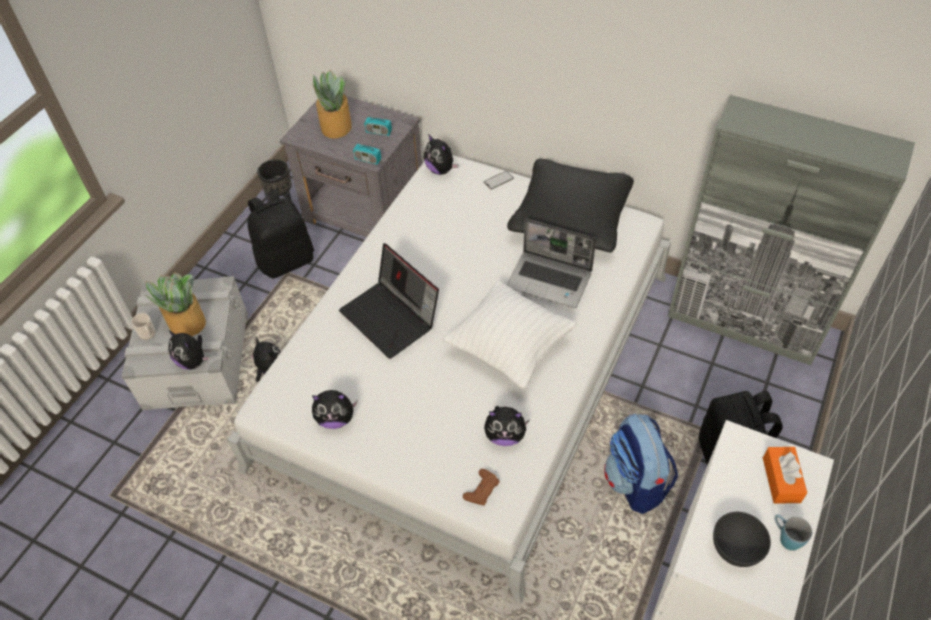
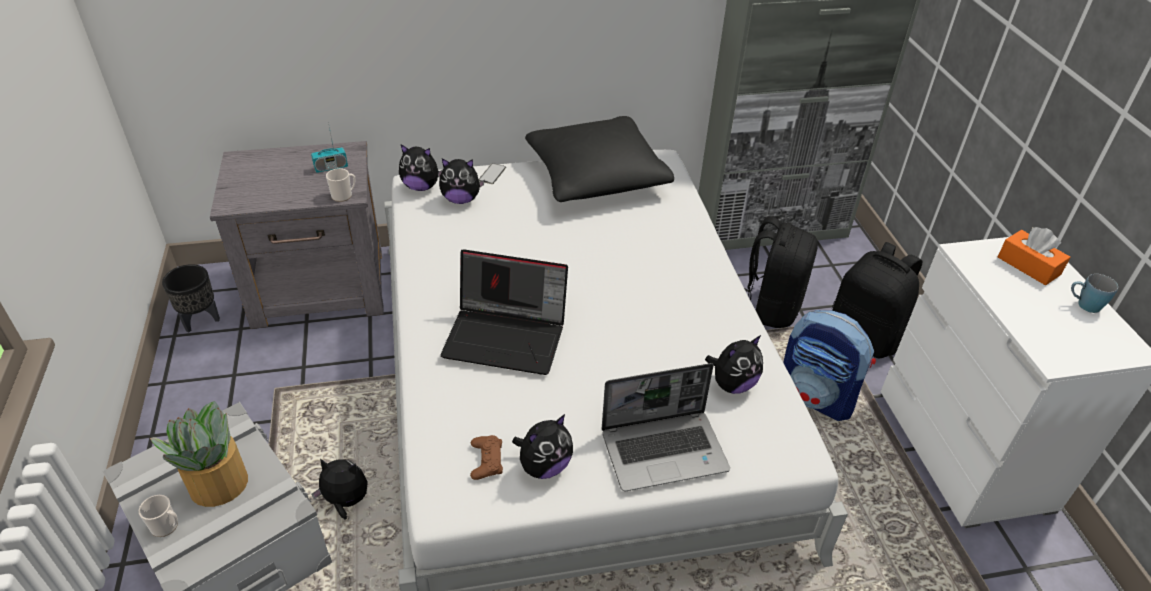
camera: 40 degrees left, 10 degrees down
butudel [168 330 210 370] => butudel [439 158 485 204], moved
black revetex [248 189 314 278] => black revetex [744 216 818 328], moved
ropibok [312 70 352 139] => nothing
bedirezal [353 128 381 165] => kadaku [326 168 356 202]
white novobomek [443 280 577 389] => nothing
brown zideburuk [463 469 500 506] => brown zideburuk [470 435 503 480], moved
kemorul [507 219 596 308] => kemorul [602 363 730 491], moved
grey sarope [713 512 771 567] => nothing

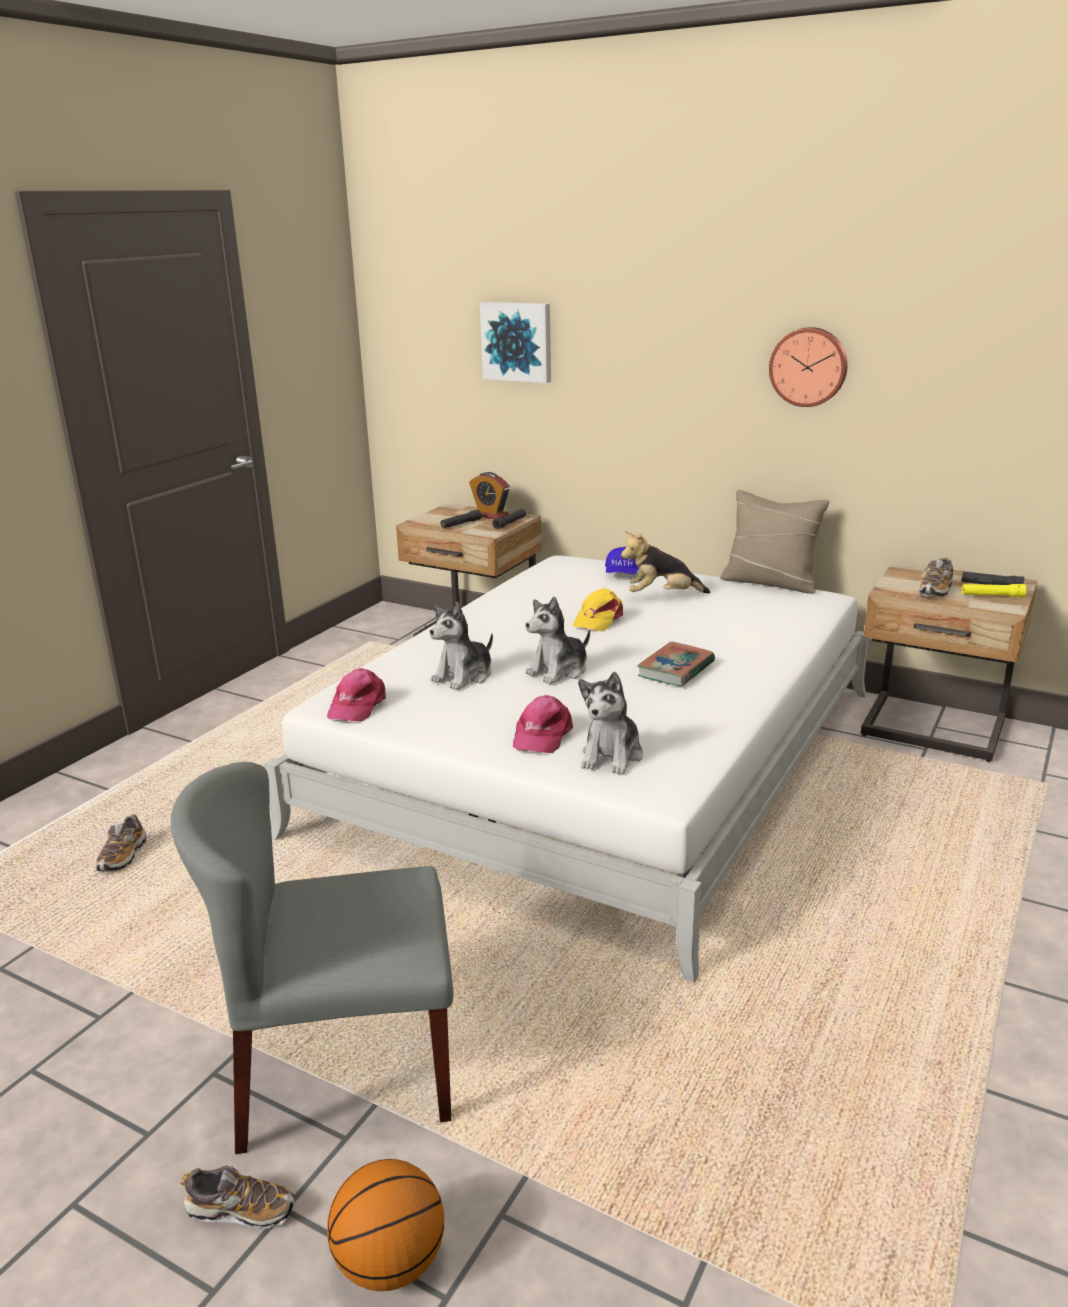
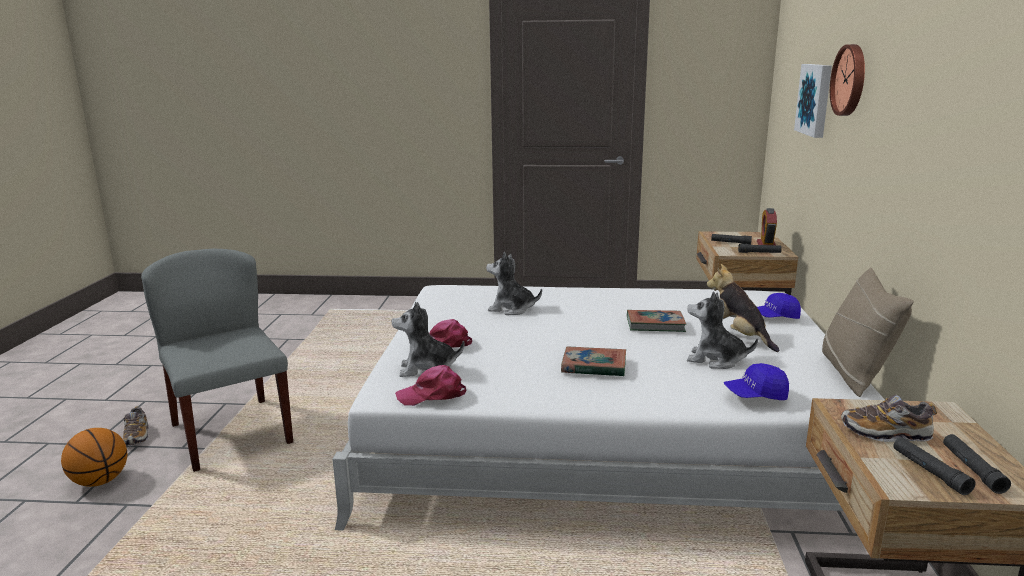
camera: 65 degrees right, 5 degrees down
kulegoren [96 814 147 873] => nothing
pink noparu [327 668 386 722] => pink noparu [395 365 467 406], moved
butudel [525 596 590 684] => butudel [687 291 758 369], moved
yellow noparu [573 588 623 631] => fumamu [627 310 686 332]
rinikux [769 327 848 407] => rinikux [830 44 865 116], moved
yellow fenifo [962 584 1026 597] => black fenifo [893 437 976 495]
nothing => blue noparu [724 363 789 400]

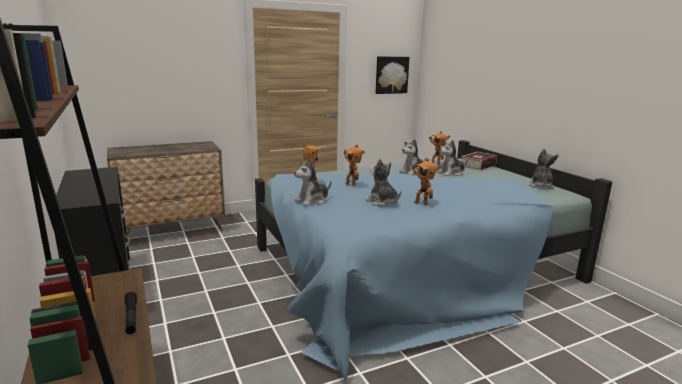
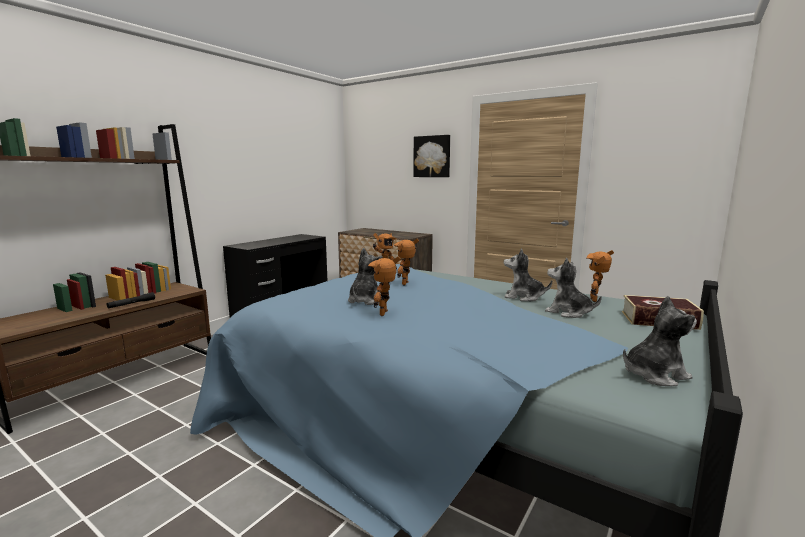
camera: 60 degrees right, 5 degrees down
butudel [294 159 332 206] => nothing
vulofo [376 56 410 94] => vulofo [413 135 450 177], moved

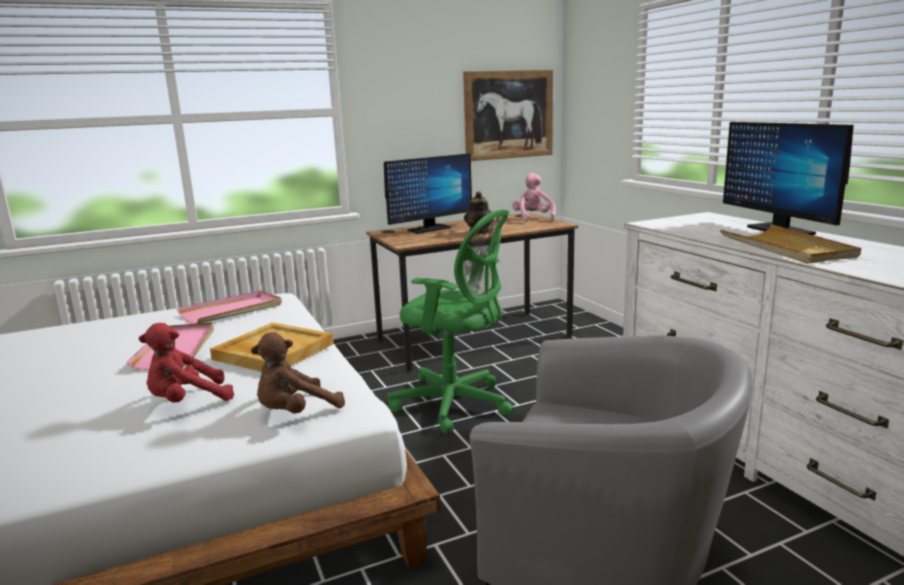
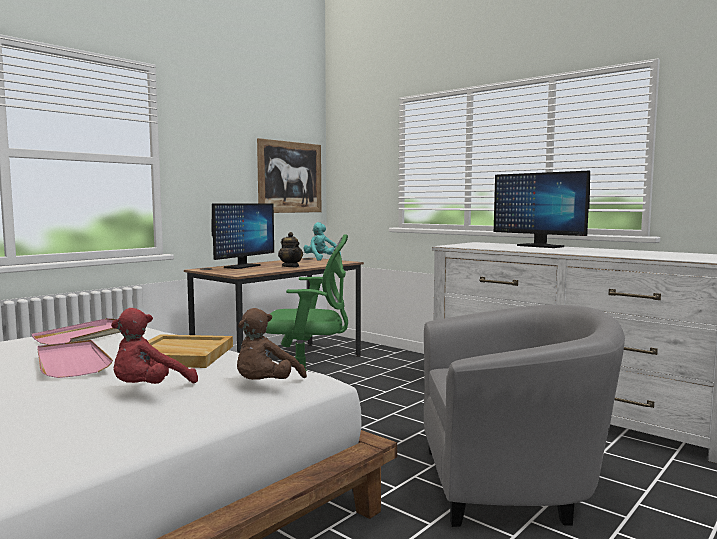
camera: 25 degrees left, 10 degrees down
pink butudel [512 173 556 222] => turquoise butudel [303 222 341 261]
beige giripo [720 224 861 264] => nothing

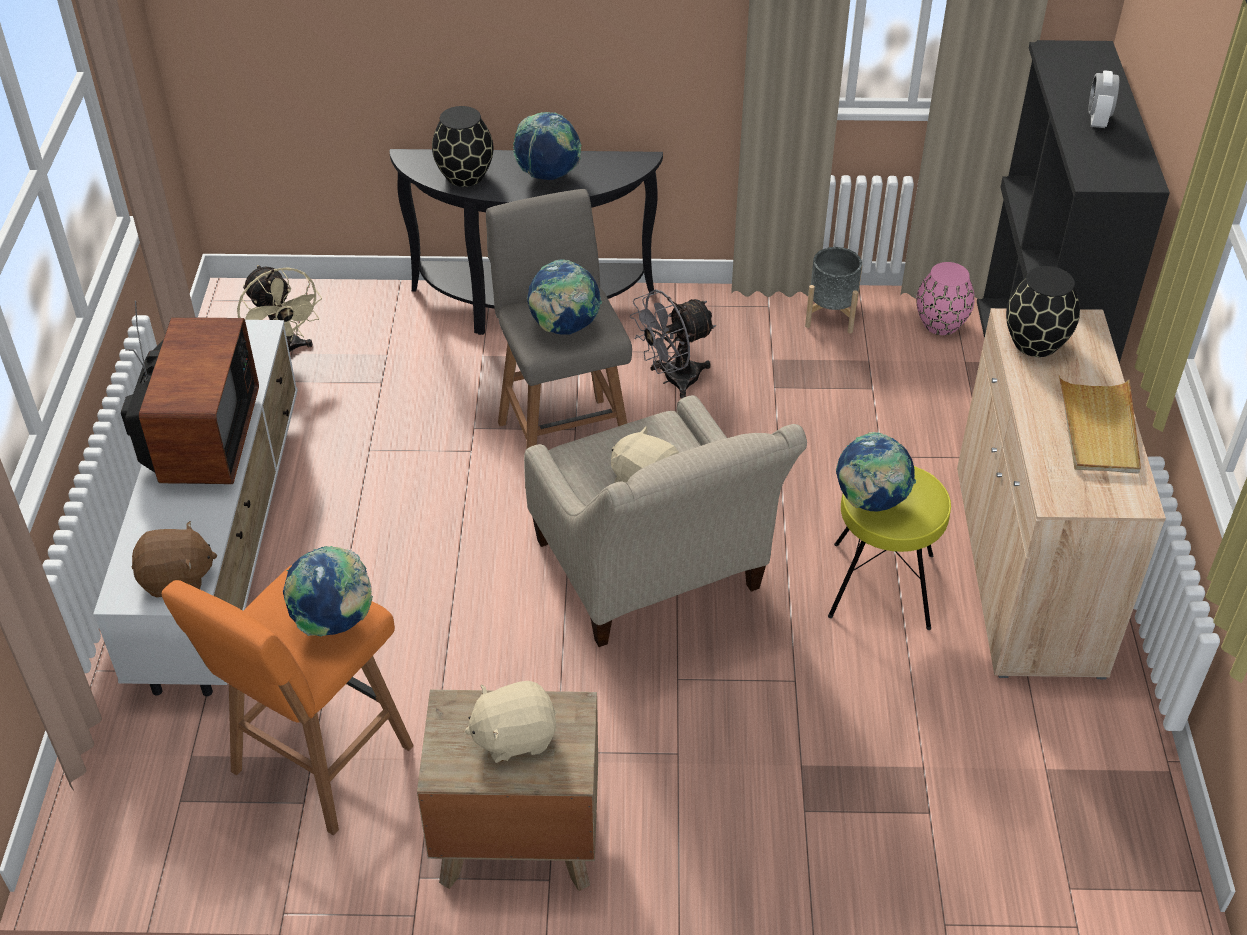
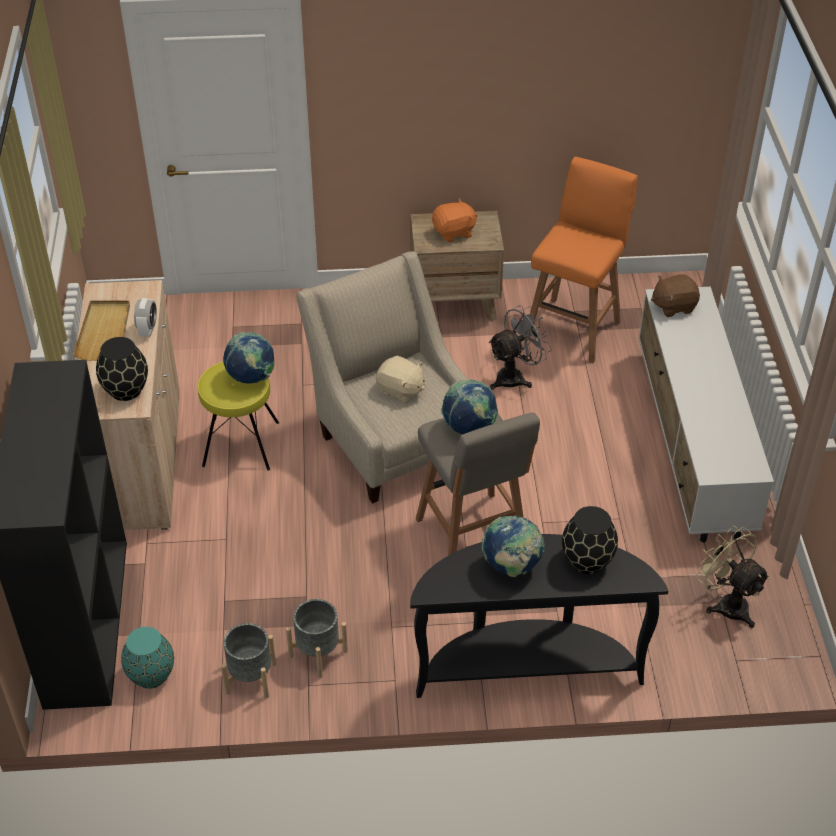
camera: 175 degrees right, 0 degrees up
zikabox [121 301 259 484] => nothing
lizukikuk [283 546 373 637] => nothing
beige butudel [465 681 556 763] => orange butudel [432 198 478 243]
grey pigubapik [630 289 716 399] => grey pigubapik [488 305 552 390], moved
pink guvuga [916 262 975 335] => turquoise guvuga [121 627 174 689]
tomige [1089 70 1119 128] => tomige [134 298 157 337], moved
nothing => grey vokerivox [286 599 348 678]

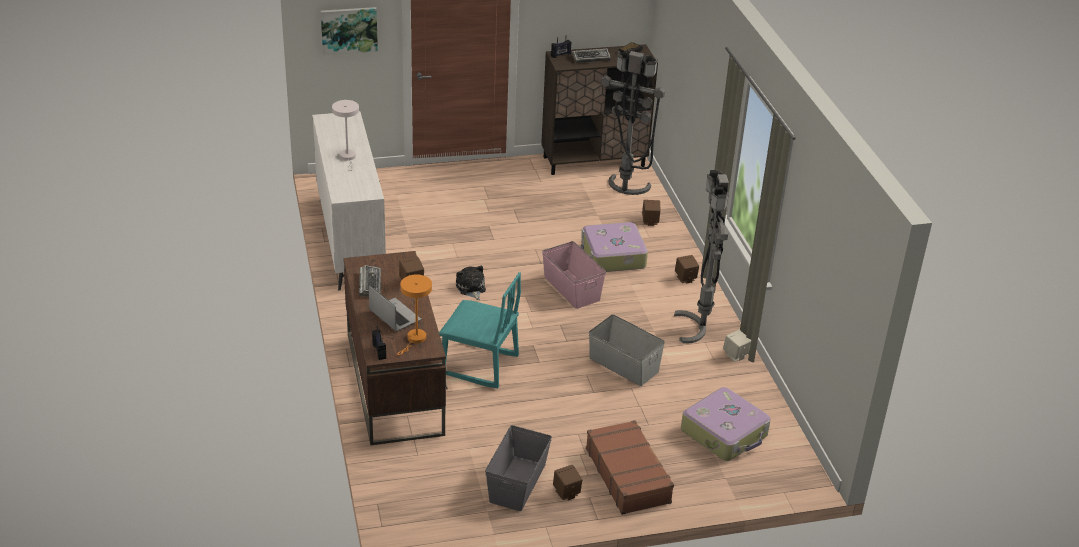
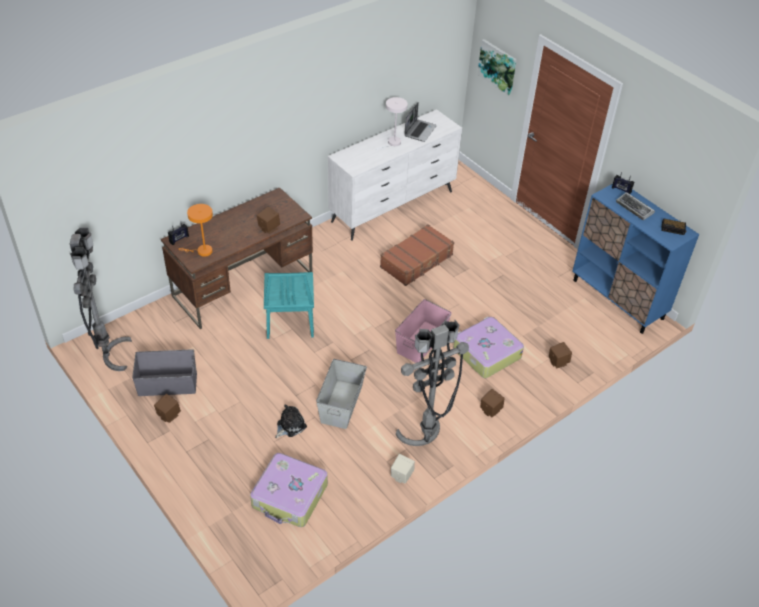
camera: 65 degrees right, 10 degrees up
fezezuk [359 265 381 297] => nothing
kemorul [368 285 421 332] => kemorul [404 102 437 142], moved
butudel [456 266 486 300] => butudel [275 404 307 438], moved
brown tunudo [541 44 658 175] => blue tunudo [572 184 699 334]
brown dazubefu [586 420 674 515] => brown dazubefu [380 224 454 286], moved
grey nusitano [601 50 665 195] => grey nusitano [70 228 132 371], moved

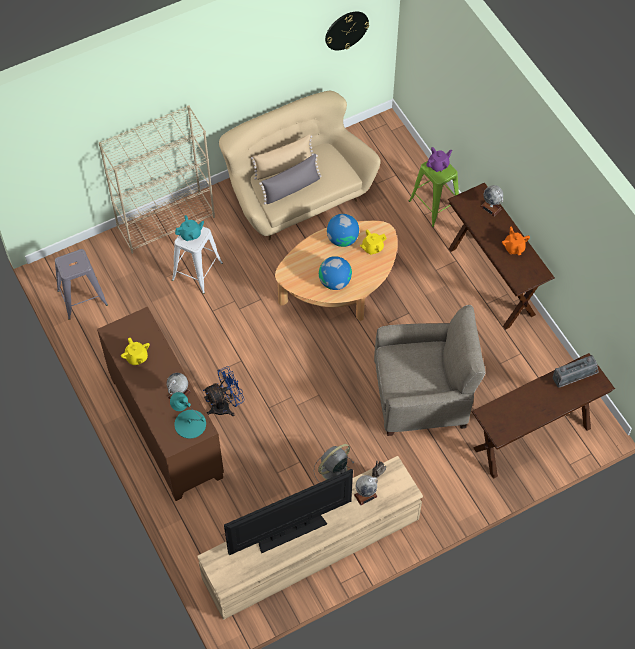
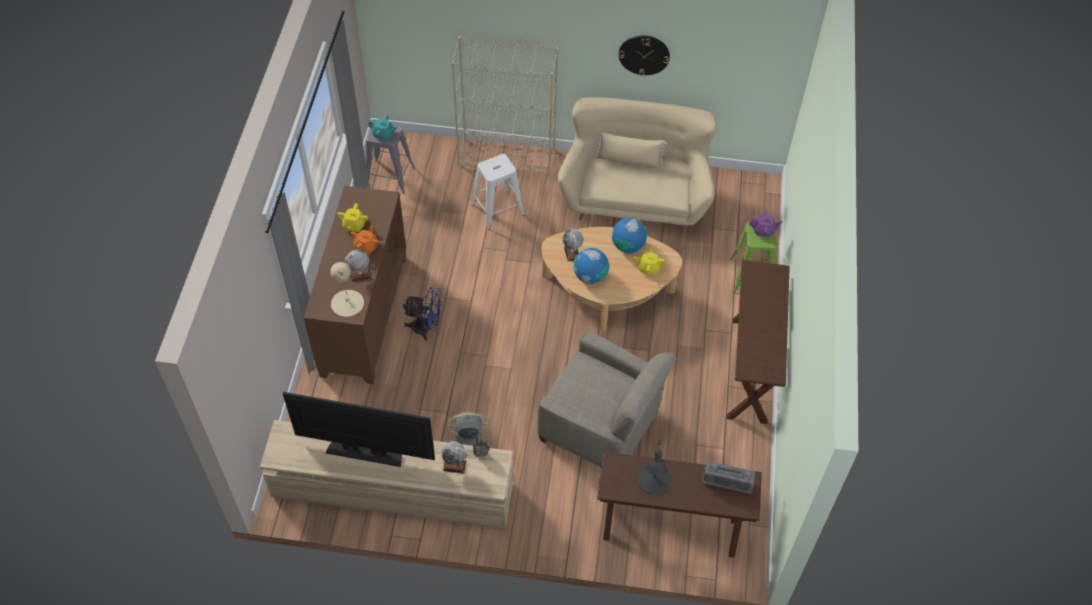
camera: 35 degrees right, 5 degrees down
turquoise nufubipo [170 392 206 439] => beige nufubipo [330 262 364 317]
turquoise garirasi [175 215 204 241] => turquoise garirasi [368 115 397 141], moved
grey novobomek [259 154 322 204] => nothing
rinikux [325 11 369 50] => rinikux [619 35 670 76], moved
lizukikuk [480 185 503 216] => lizukikuk [563 229 583 262], moved
orange garirasi [502 226 530 255] => orange garirasi [350 224 379 255], moved
nothing => black nufubipo [636 440 672 495]

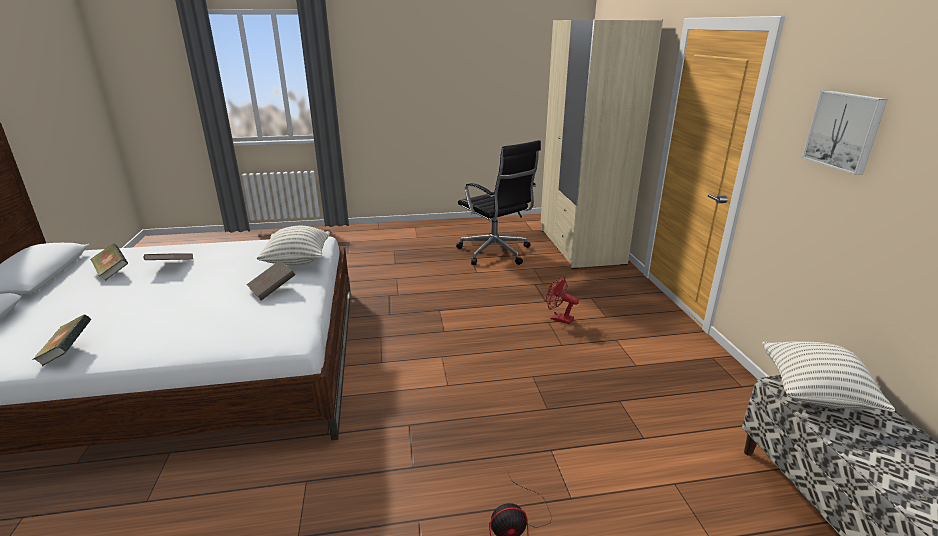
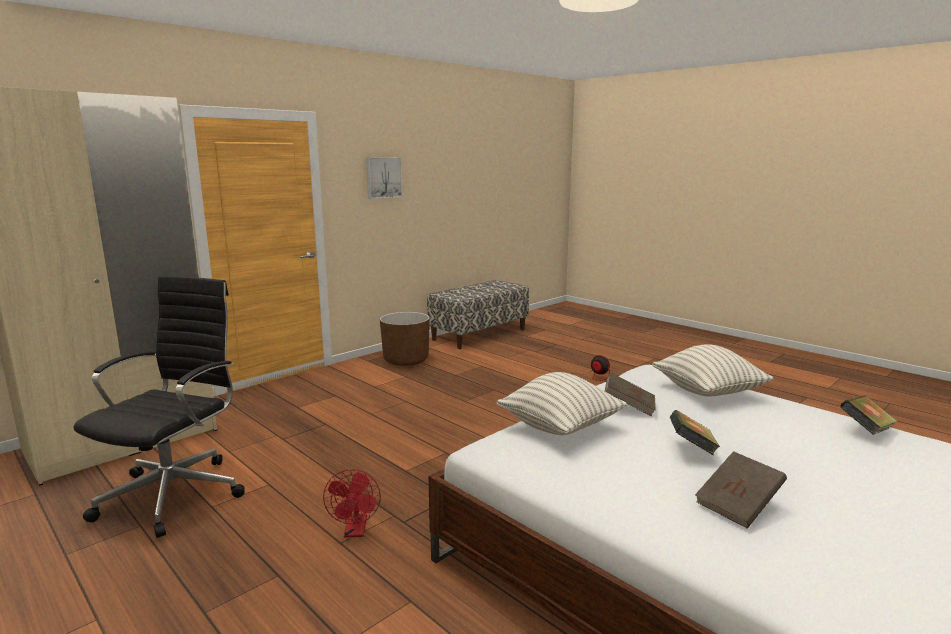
camera: 125 degrees left, 10 degrees down
fumamu [90 244 128 280] => fumamu [670 410 720 455], moved
red pigubapik [546 277 579 324] => red pigubapik [323 469 381 537], moved
novobomek [762 341 895 412] => novobomek [652 344 774 396], moved
nothing => brown vokerivox [380 312 430 366]

